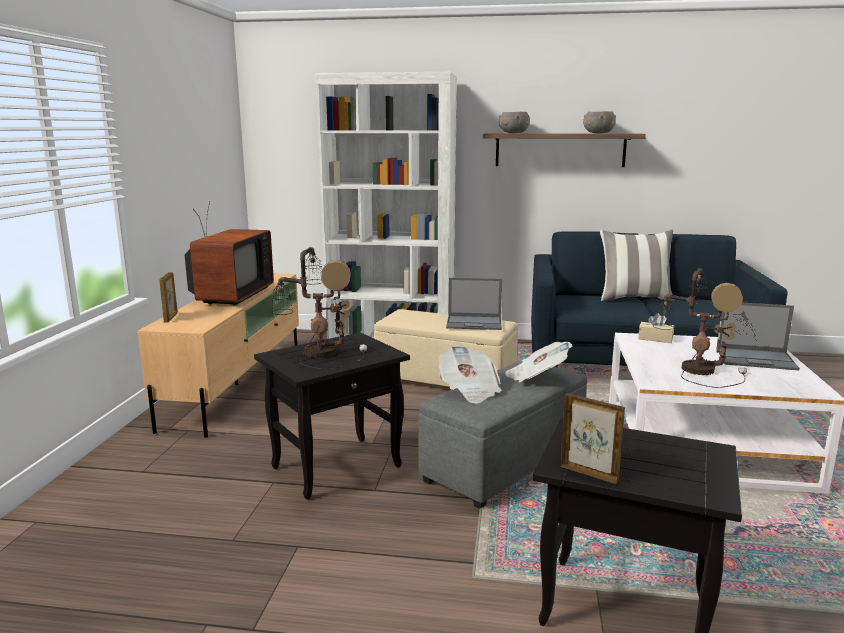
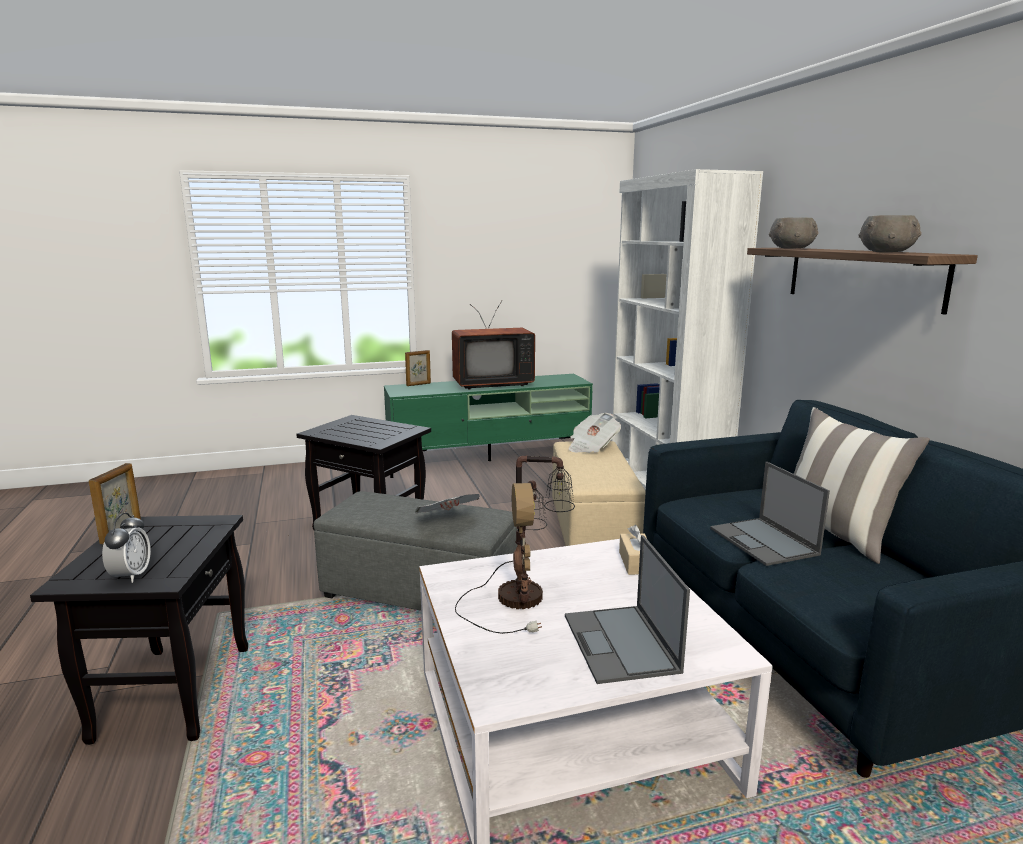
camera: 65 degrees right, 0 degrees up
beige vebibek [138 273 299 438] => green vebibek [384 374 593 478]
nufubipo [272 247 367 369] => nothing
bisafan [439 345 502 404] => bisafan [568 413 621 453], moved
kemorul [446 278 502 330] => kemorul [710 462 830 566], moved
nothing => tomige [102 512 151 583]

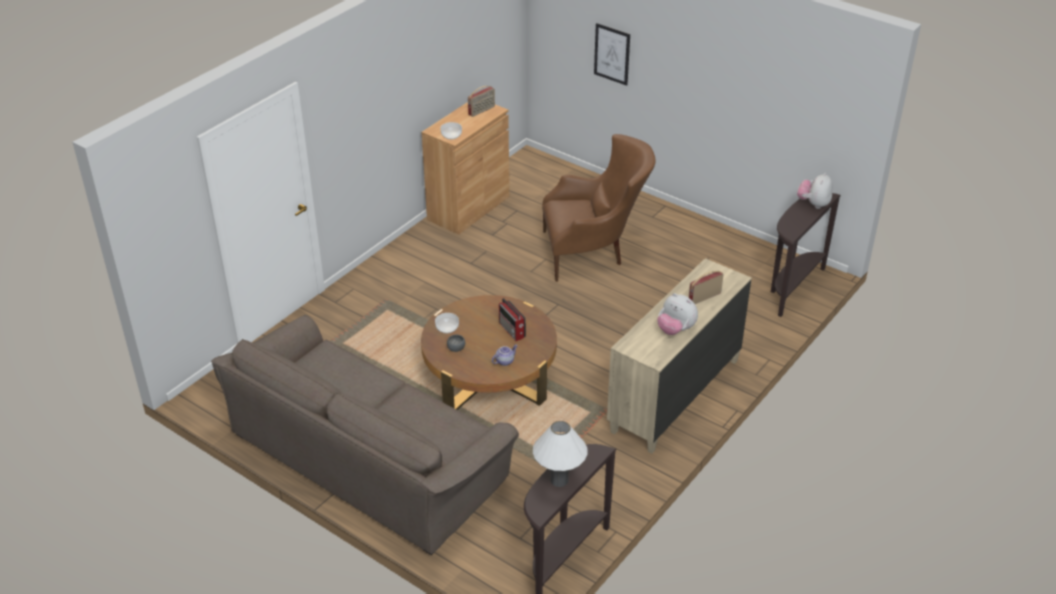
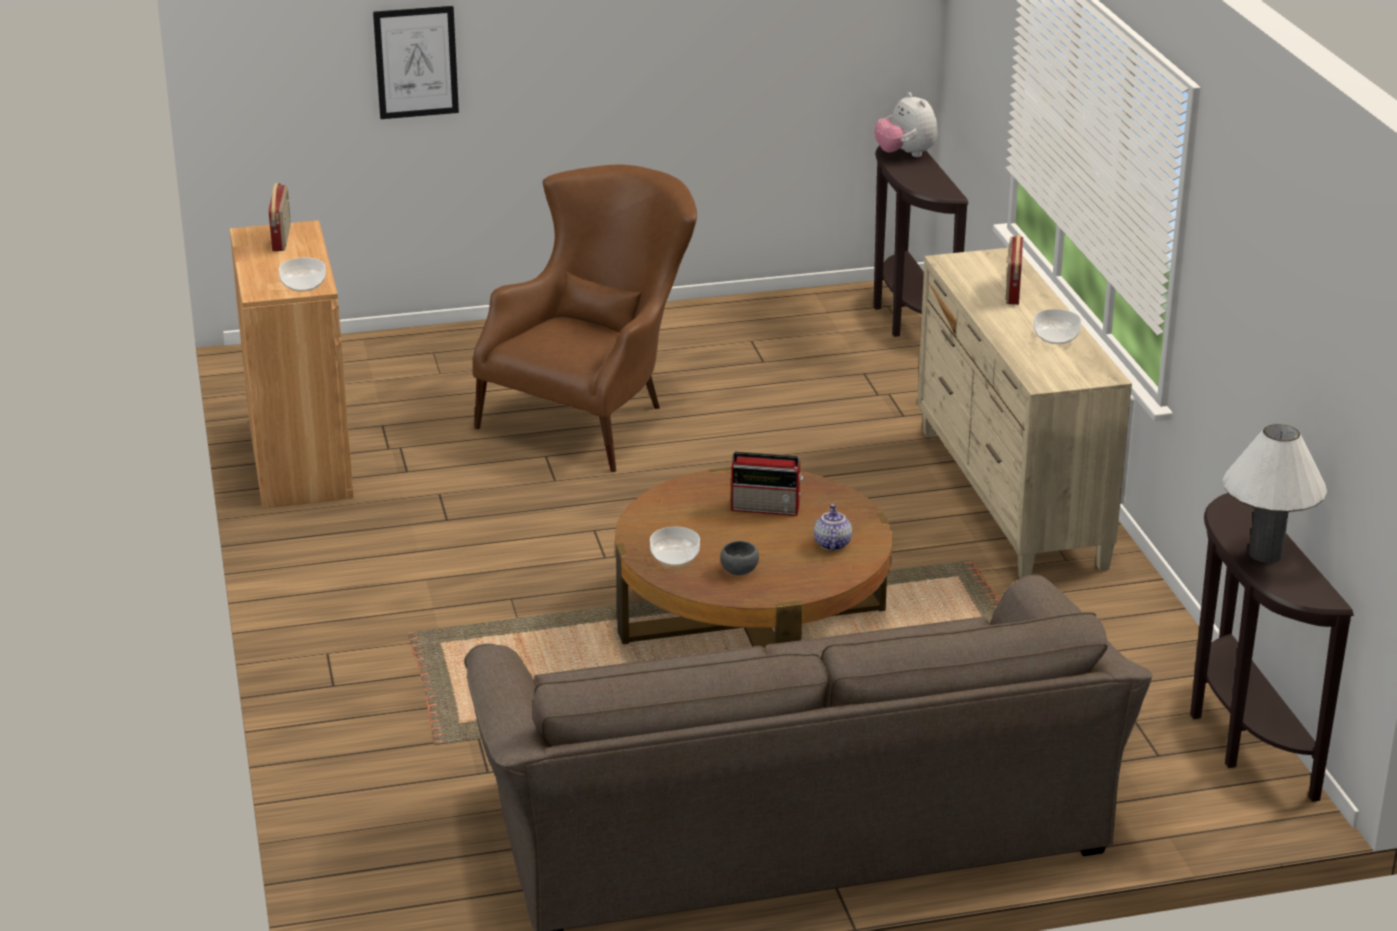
camera: 50 degrees left, 10 degrees down
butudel [657 293 698 335] => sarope [1034 309 1081 344]

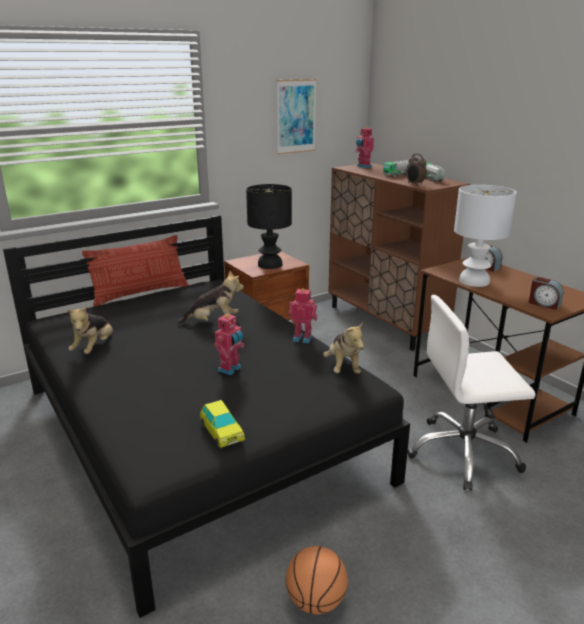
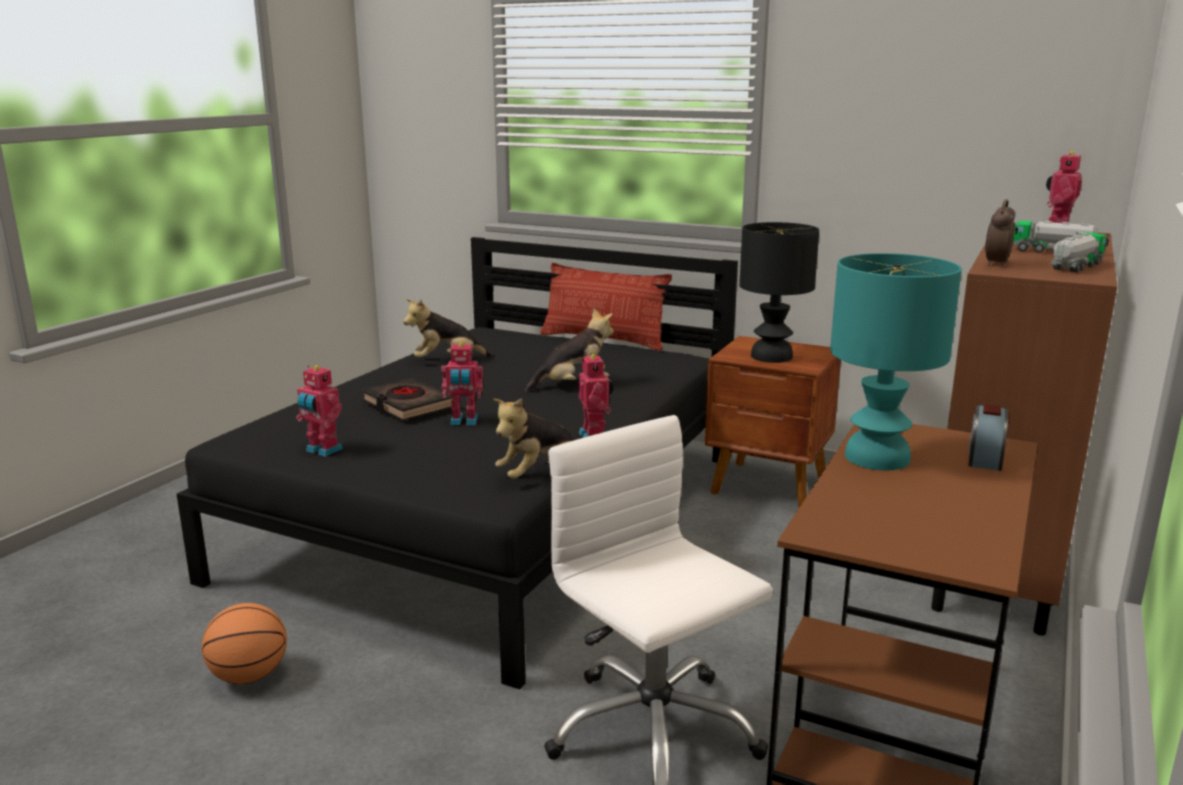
camera: 60 degrees right, 5 degrees down
butudel [177 270 244 324] => butudel [525 309 614 392], 75 degrees counterclockwise
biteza [200 400 245 448] => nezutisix [296 365 343 456]
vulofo [277 79 316 154] => nothing
white nufubipo [454 185 517 287] => turquoise nufubipo [830 253 962 470]
tomige [529 277 563 310] => nothing
nothing => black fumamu [361 378 453 421]

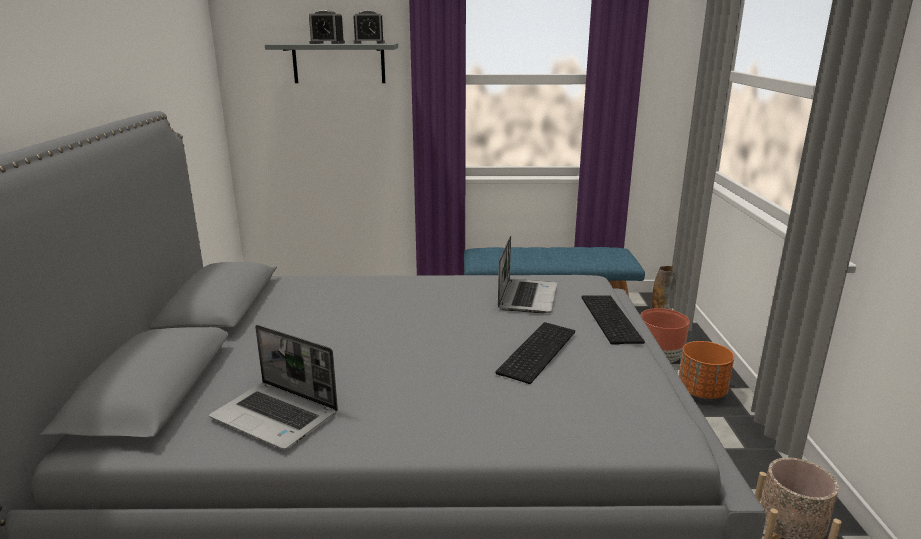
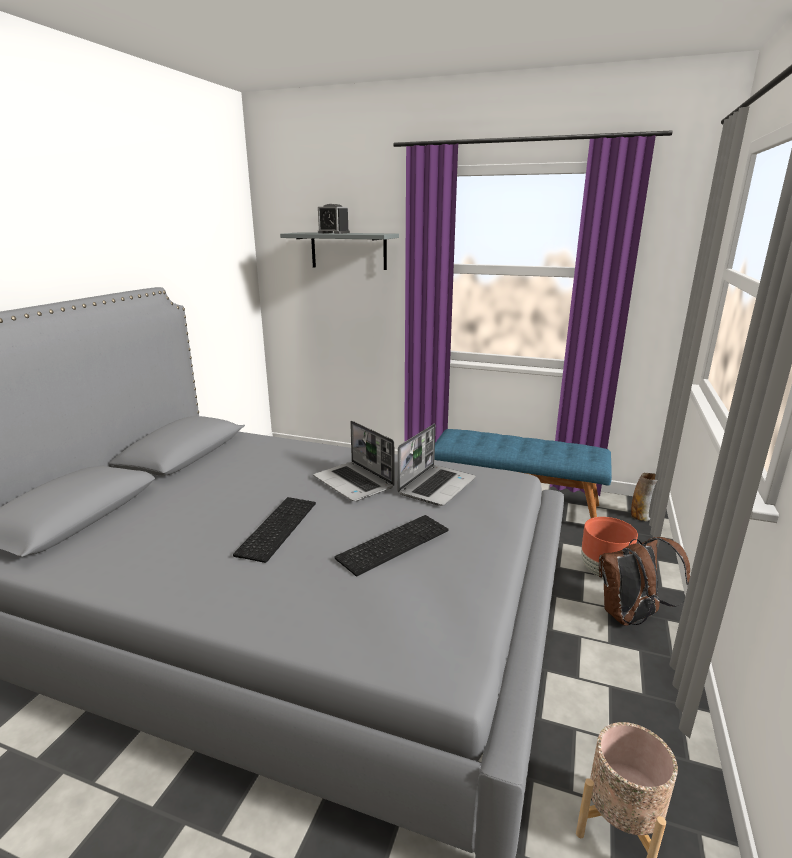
camera: 20 degrees right, 0 degrees up
kemorul [209 325 338 450] => kemorul [313 421 395 501], moved
tomige [353 11 385 44] => nothing
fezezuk [582 295 645 345] => fezezuk [233 497 316 563], moved
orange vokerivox [679 341 734 399] => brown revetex [599 537 690 626]

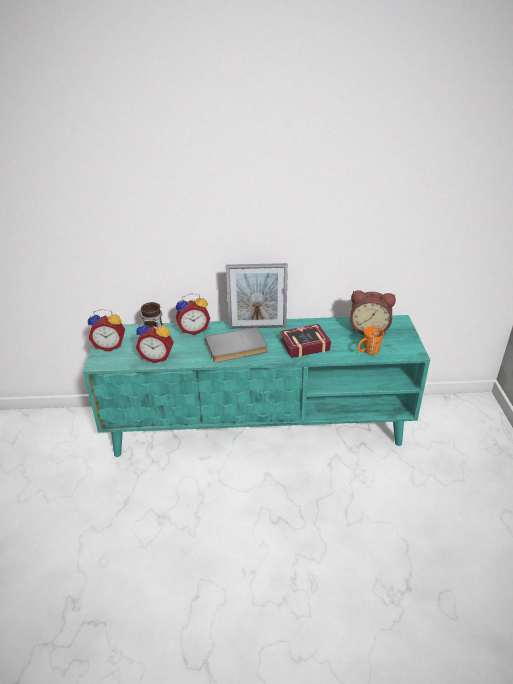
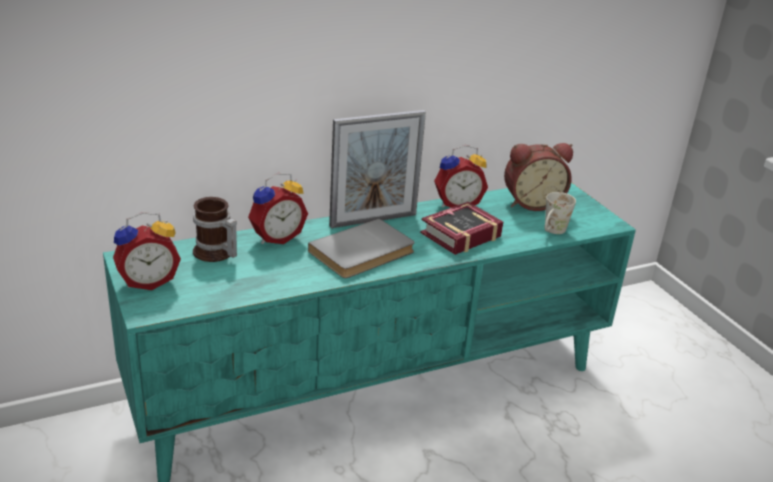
camera: 25 degrees left, 5 degrees down
tomige [135 320 174 363] => tomige [434 145 488 208], moved
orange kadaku [357 326 384 355] => white kadaku [544 192 576 234]

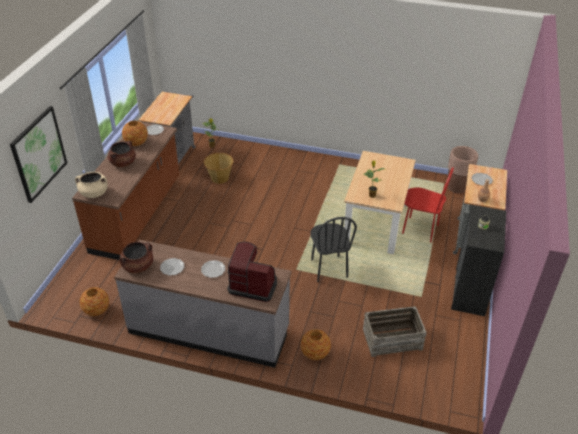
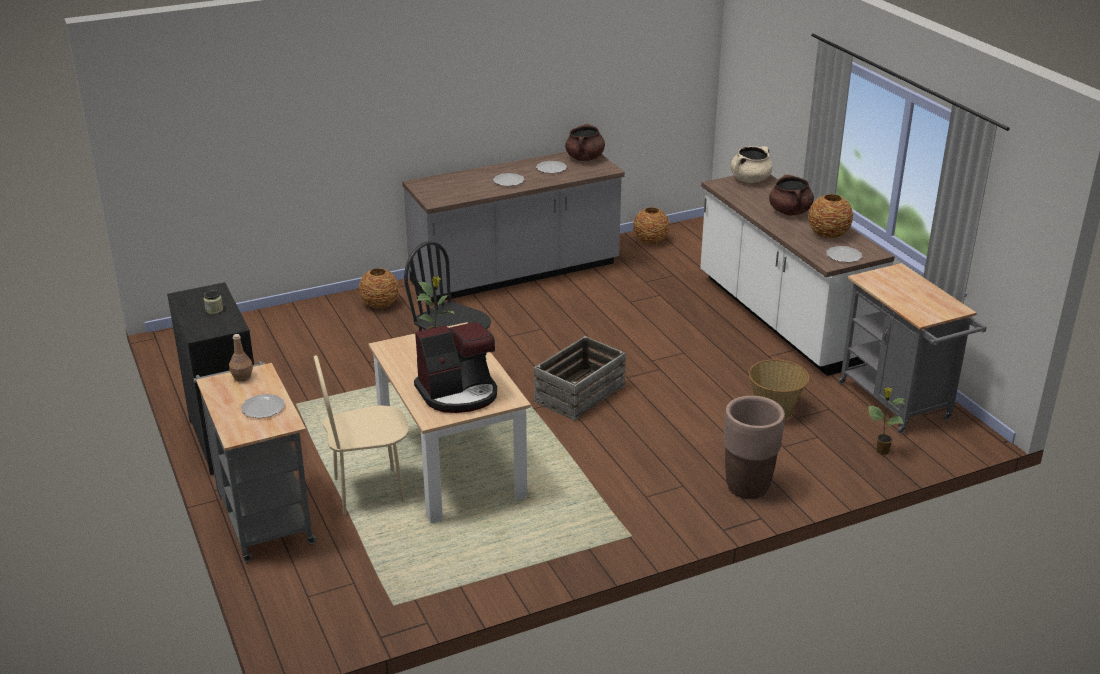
camera: 140 degrees right, 10 degrees down
vulofo [10 106 67 203] => nothing
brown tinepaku [72 122 180 260] => white tinepaku [700 174 895 376]
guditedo [227 242 277 302] => guditedo [414 321 497 413], moved
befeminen [363 306 427 357] => befeminen [533 336 626 421], moved
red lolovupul [402 167 454 242] => beige lolovupul [313 355 409 515]
brown vokerivox [448 146 478 194] => brown vokerivox [723 396 785 499], moved

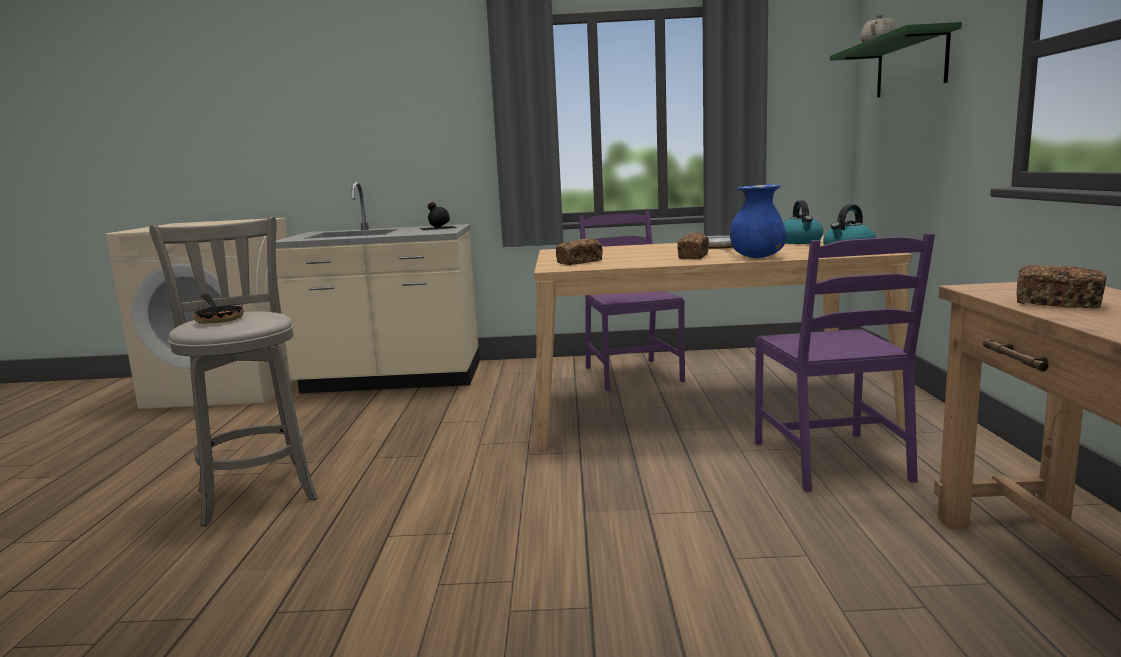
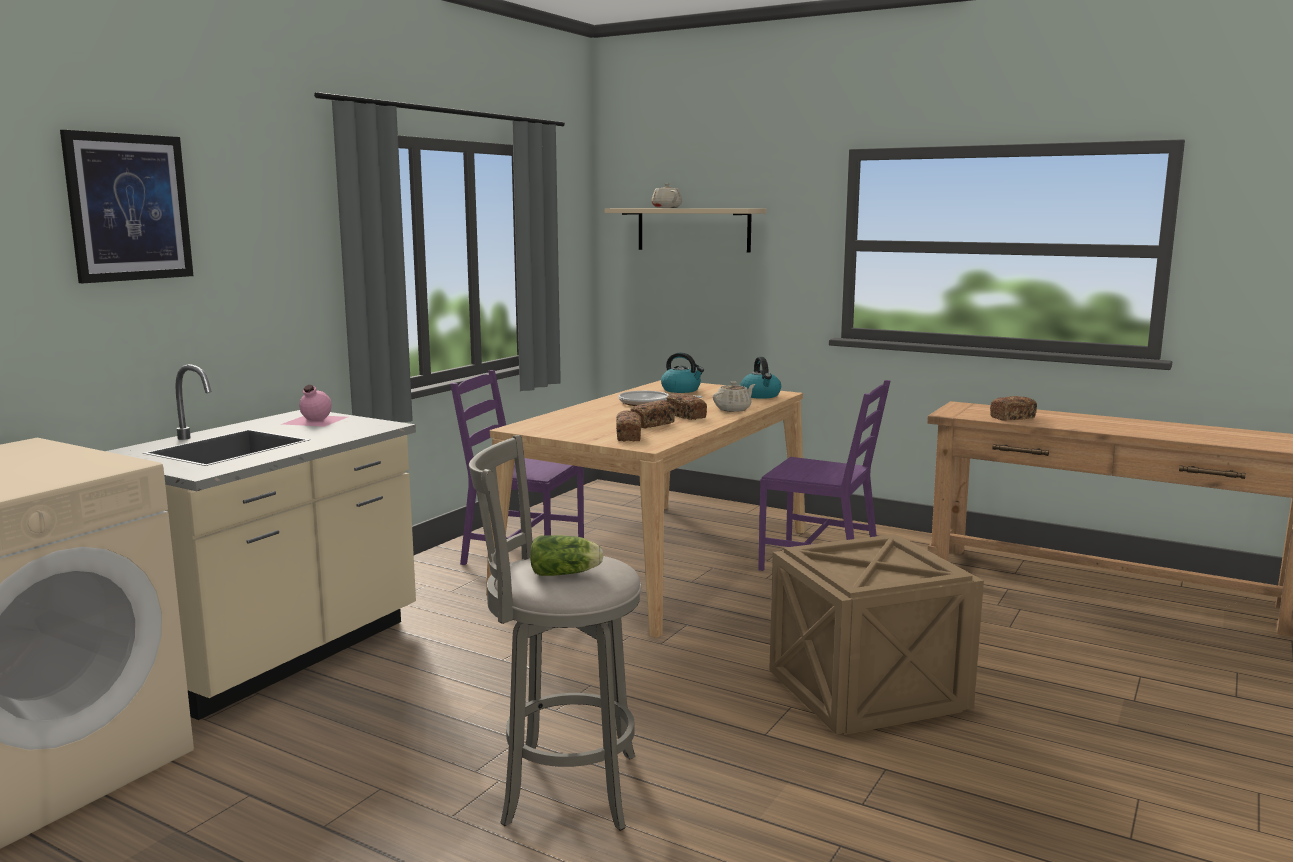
camera: 60 degrees left, 0 degrees up
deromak [193 294 244 324] => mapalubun [530 535 604 576]
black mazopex [420 202 457 230] => pink mazopex [283 385 348 427]
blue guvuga [730 184 787 258] => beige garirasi [713 381 755 412]
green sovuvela [830 22 962 98] => beige sovuvela [604 208 766 253]
nothing => vulofo [60 130 193 283]
nothing => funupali [630 400 675 429]
nothing => befeminen [769 534 984 735]

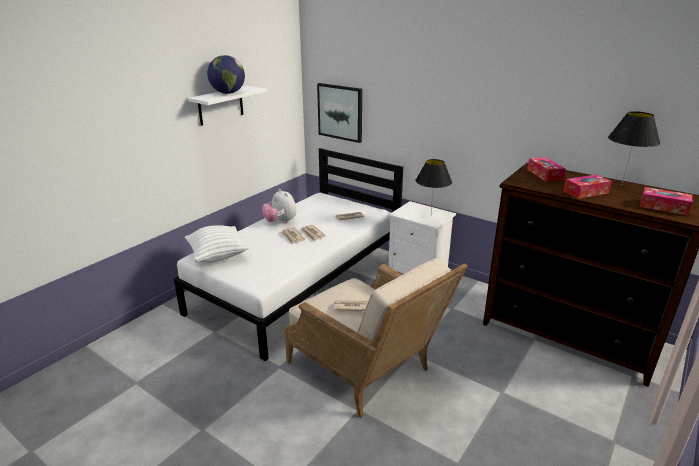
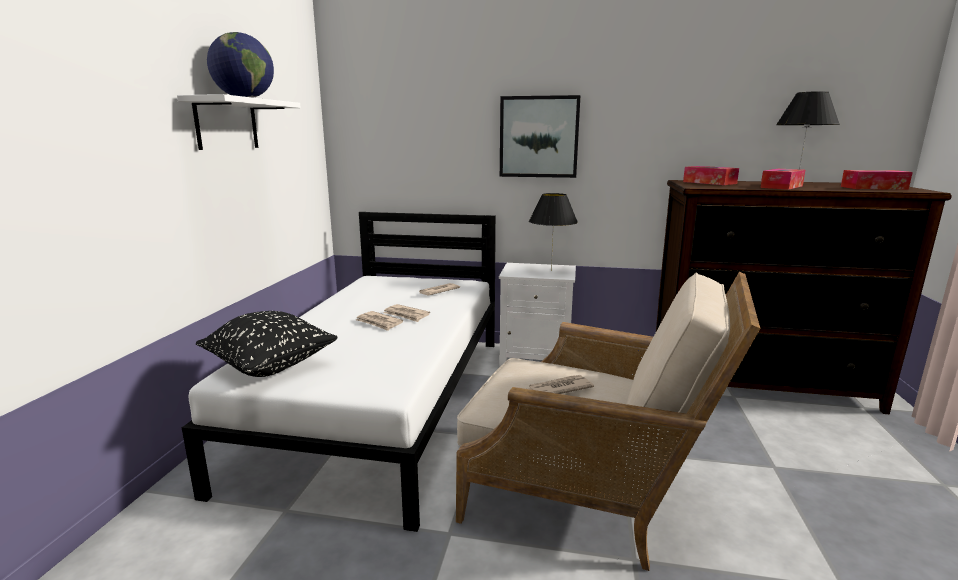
camera: 25 degrees left, 10 degrees down
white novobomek [185 225 249 263] => black novobomek [196 311 338 377]
butudel [262 189 297 223] => nothing
vulofo [317 83 362 143] => vulofo [500 95 581 178], moved

